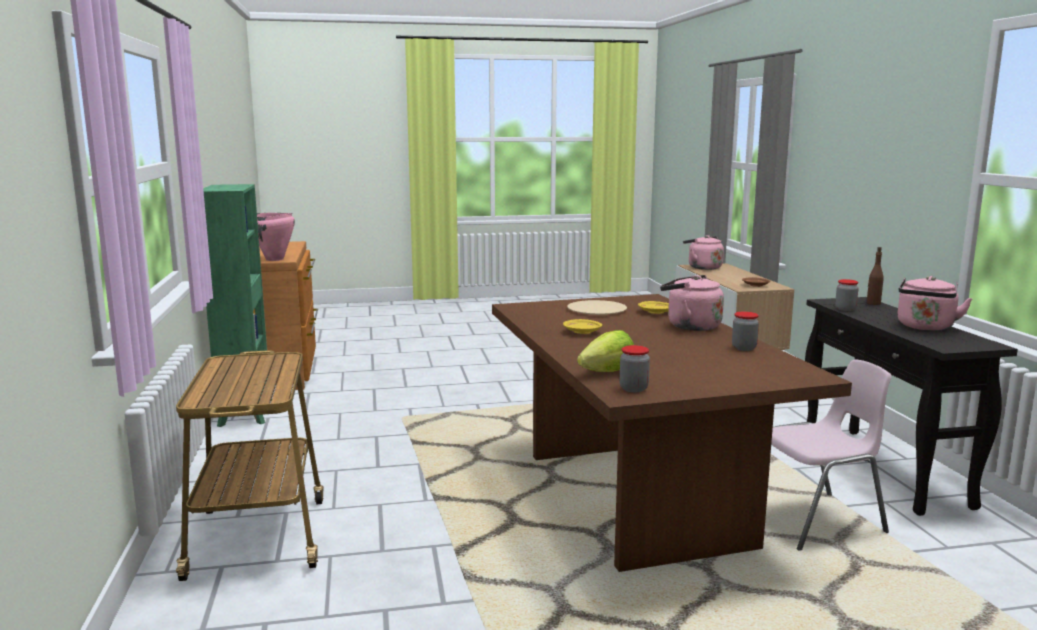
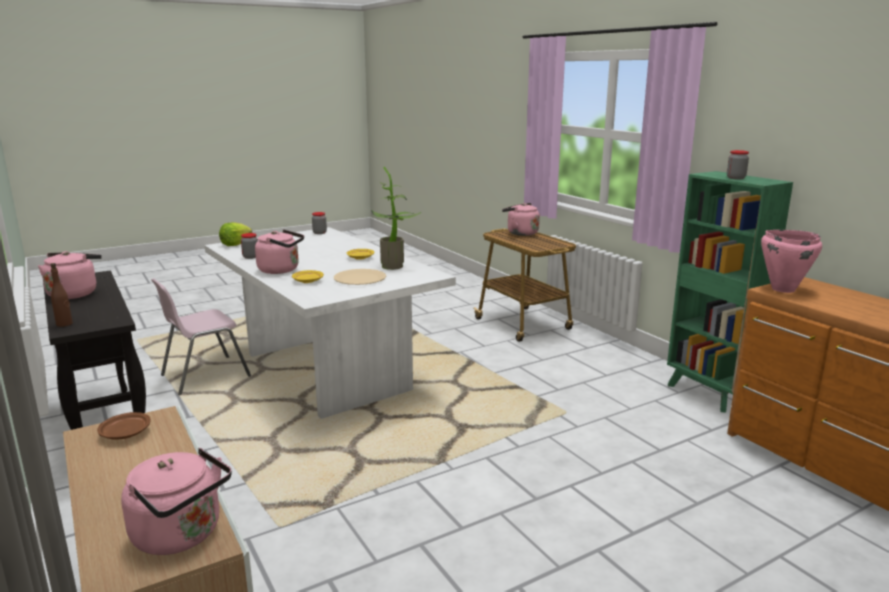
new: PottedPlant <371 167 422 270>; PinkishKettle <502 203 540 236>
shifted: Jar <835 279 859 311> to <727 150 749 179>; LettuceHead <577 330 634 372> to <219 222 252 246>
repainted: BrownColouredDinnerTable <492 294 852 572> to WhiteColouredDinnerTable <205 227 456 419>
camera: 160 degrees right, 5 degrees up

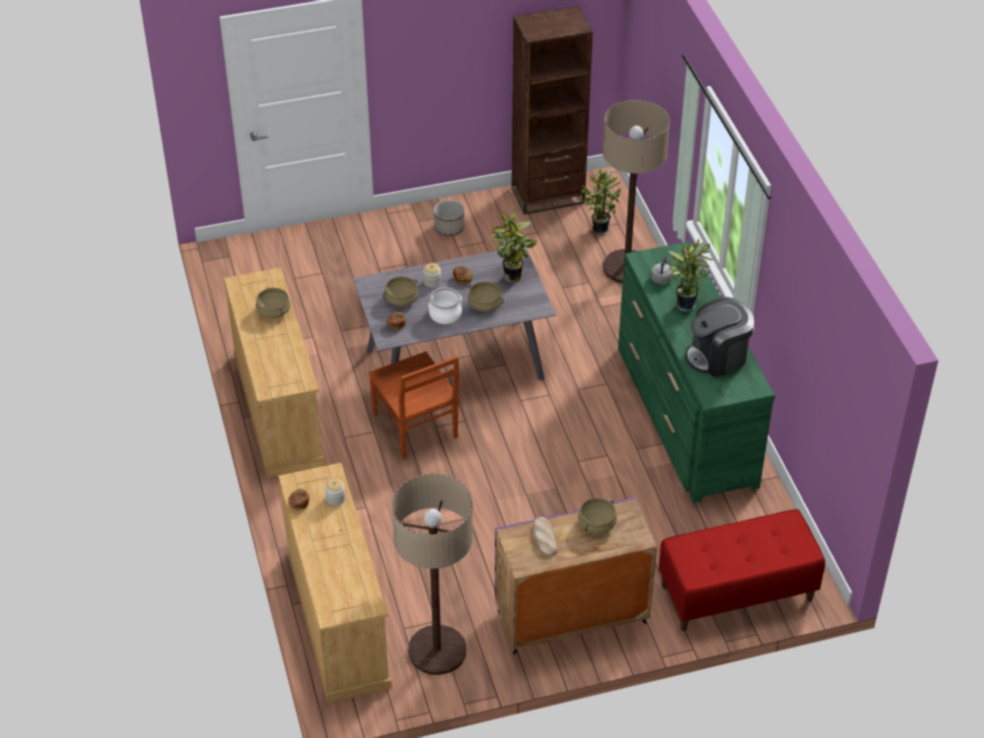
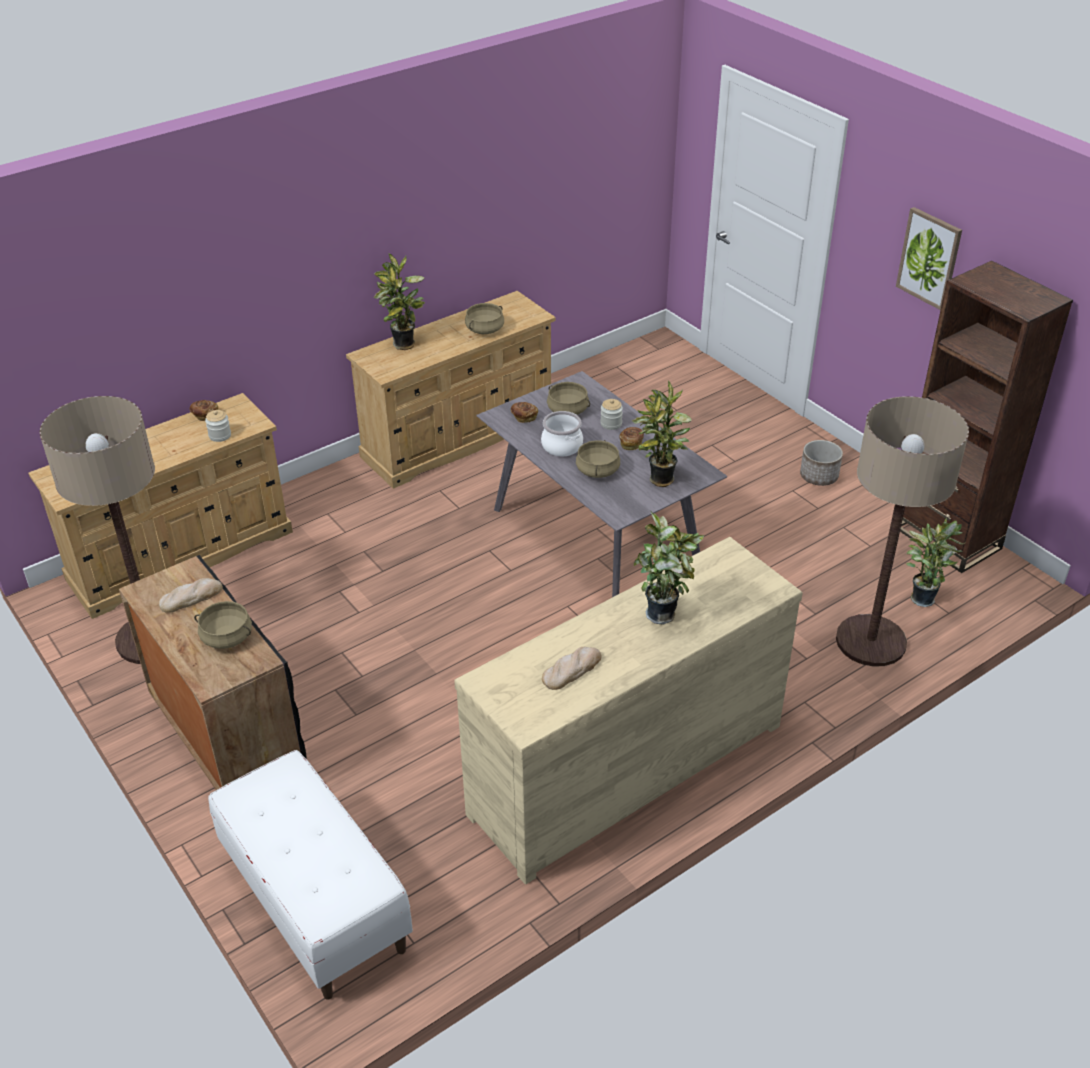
gone: GreyKettle <651 256 673 284>; BrownColouredChair <368 351 459 459>
new: Picture <896 207 962 310>; PottedPlant <373 253 425 350>
swapped: CoffeeMachine <685 297 754 377> to Bread <542 647 601 690>
repainted: GreenDrawerChest <618 241 775 503> to BeigeDrawerChest <454 537 802 884>; PurpleStorageCabinet <495 497 657 655> to BlackishStorageCabinet <119 555 306 790>; ReddishBench <659 509 825 631> to WhiteColouredBench <208 750 413 1000>
camera: 70 degrees right, 5 degrees down

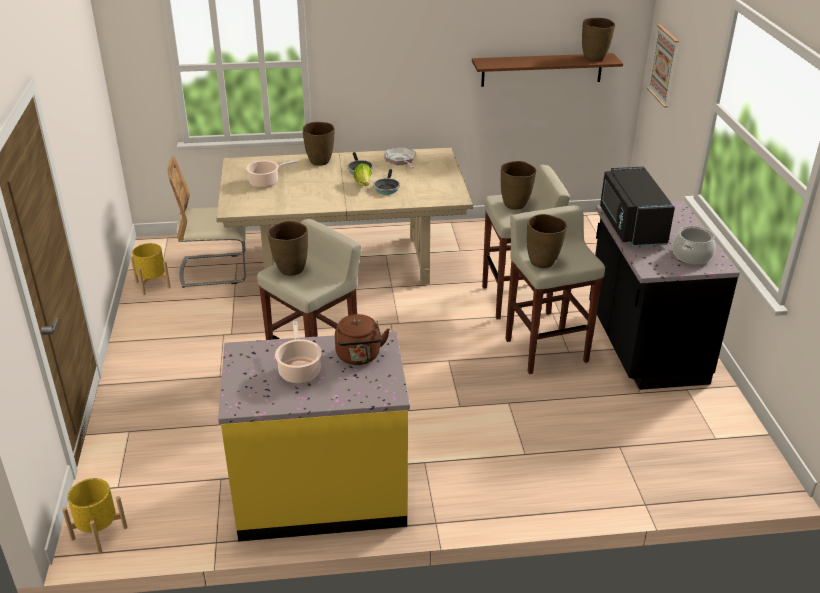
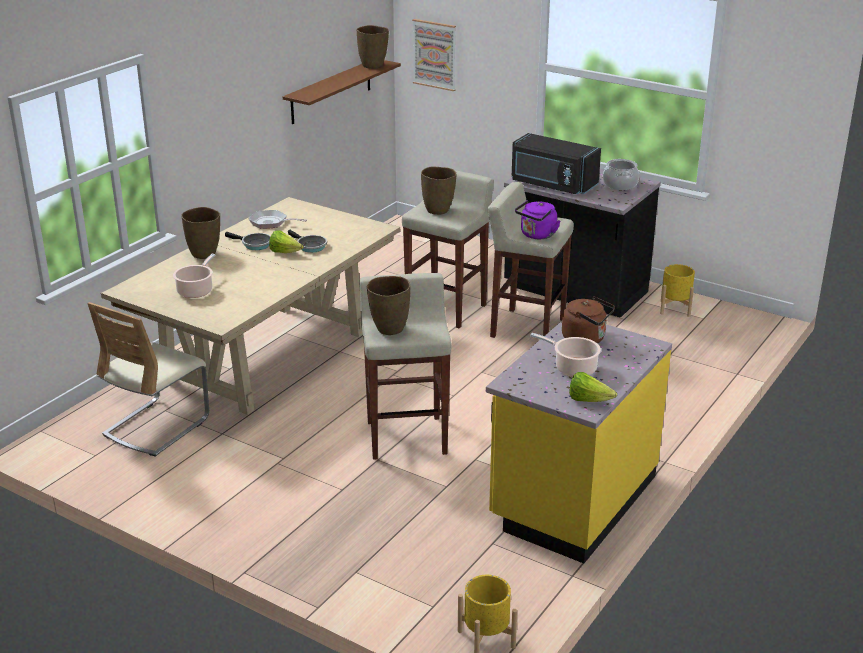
new: LettuceHead <569 372 617 402>
shifted: YellowColouredFlowerPot <131 243 171 295> to <660 264 695 317>
swapped: BrownColouredVase <527 214 567 268> to PurpleKettle <515 200 560 239>
camera: 50 degrees left, 5 degrees down

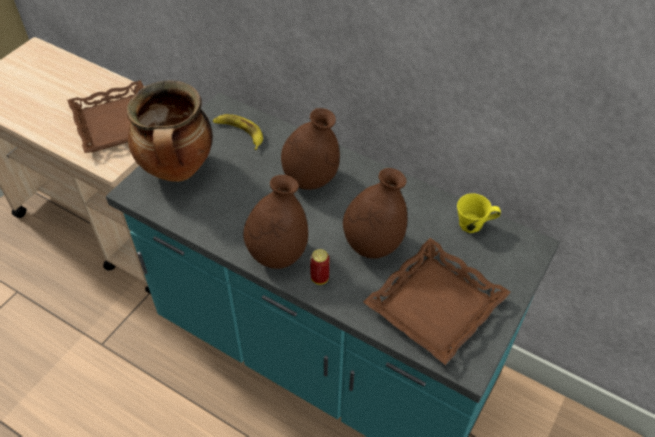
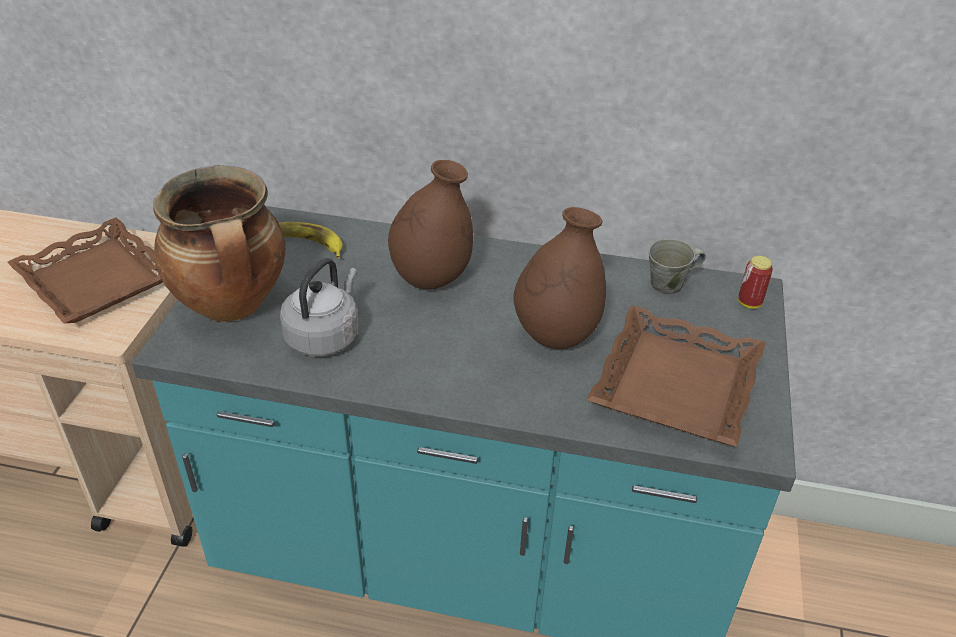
gone: BrownColouredVase <243 175 308 269>
new: GreyKettle <280 258 358 356>
shifted: MetalCan <310 249 329 285> to <738 256 773 309>
repainted: YellowColouredTeaMug <457 193 501 233> to GreyTeaMug <649 239 706 294>
camera: 20 degrees left, 10 degrees down

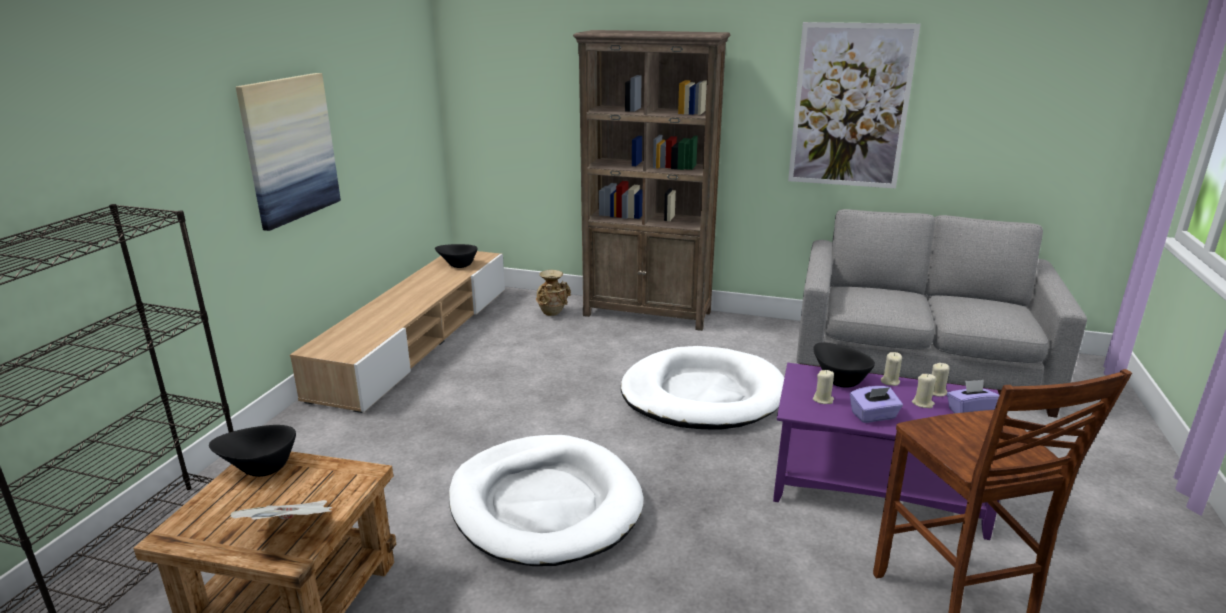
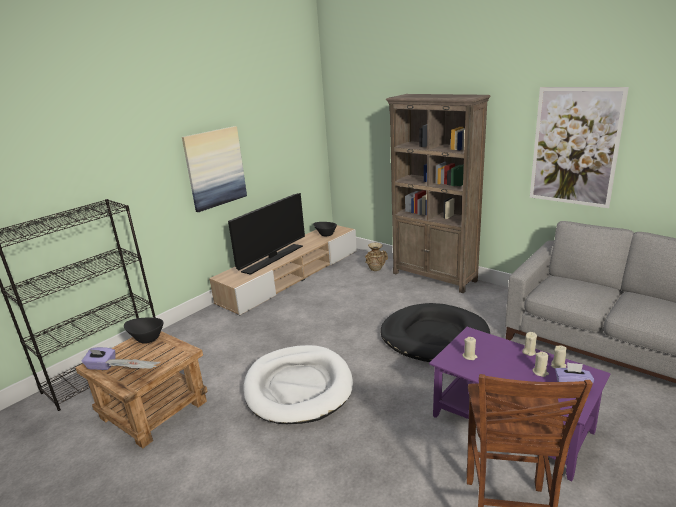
gone: BlackishBowl <813 343 875 388>
new: Tv <228 193 305 275>
shifted: PurpleTissueHolder <850 386 903 423> to <82 347 115 370>
repainted: WhiteColouredDogCushion <621 346 784 429> to BlackishDogCushion <380 303 490 362>
camera: 25 degrees right, 0 degrees up

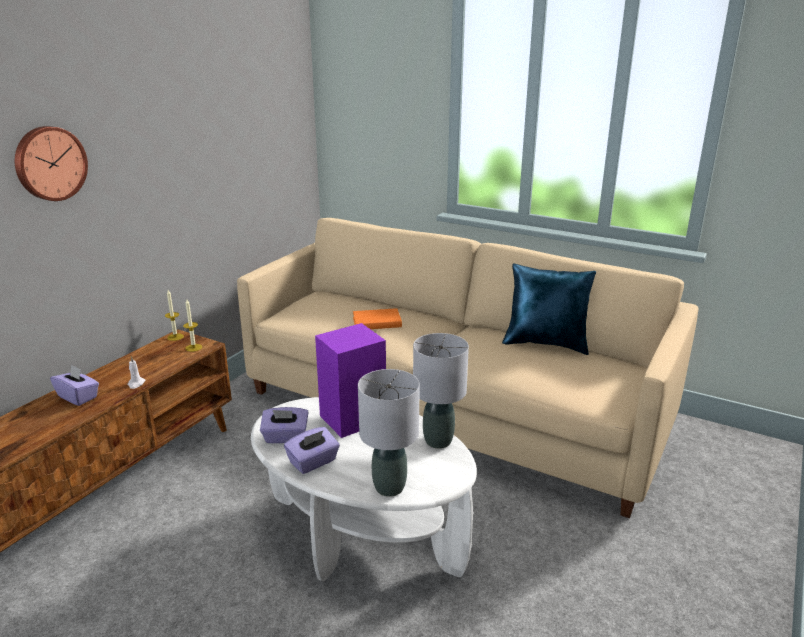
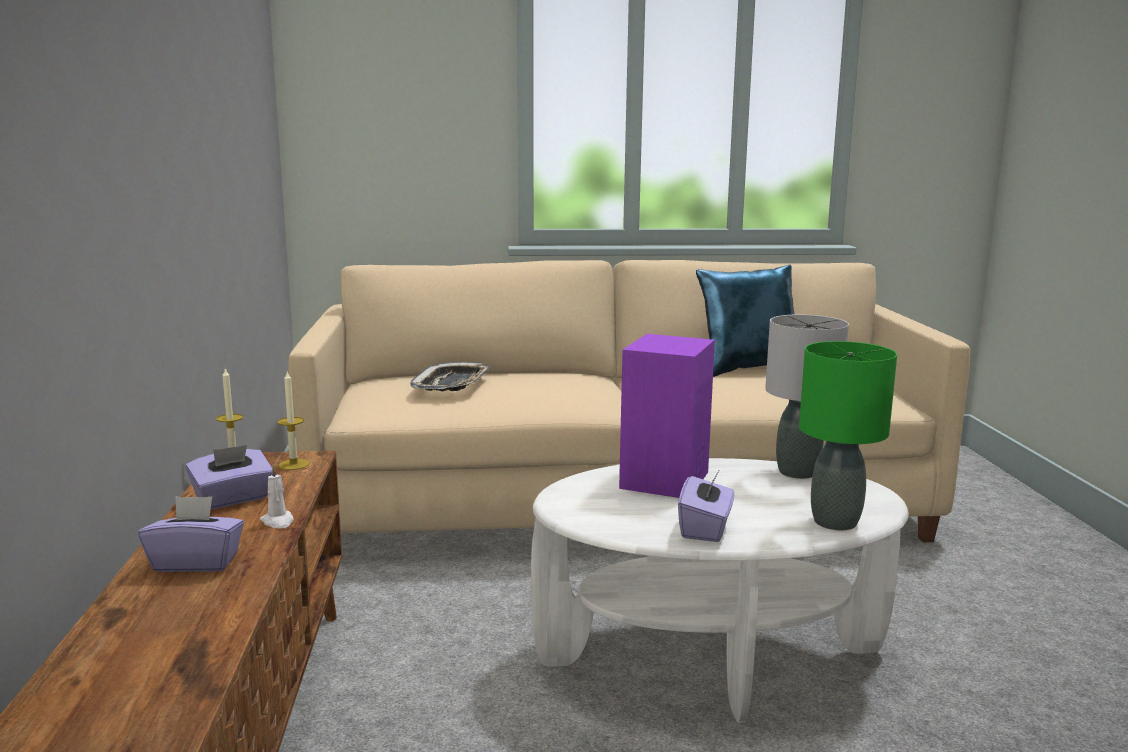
gone: HangingClock <15 126 88 201>; OrangeyVolume <353 308 402 329>
new: Tray <410 362 491 391>
shifted: PurpleTissueHolder <260 407 309 443> to <186 445 272 510>
repainted: GreyTableLamp <358 369 420 497> to GreenTableLamp <799 341 897 530>
camera: 35 degrees left, 10 degrees down

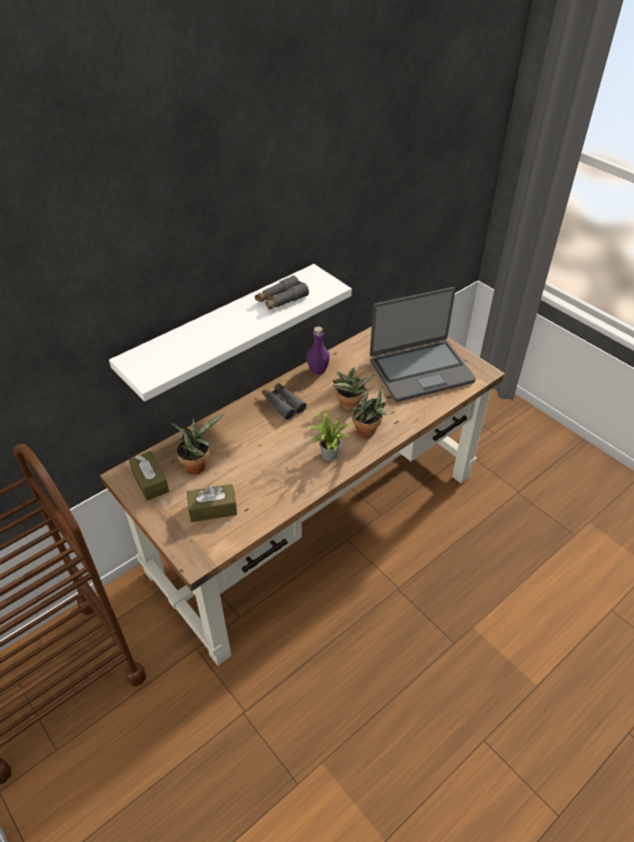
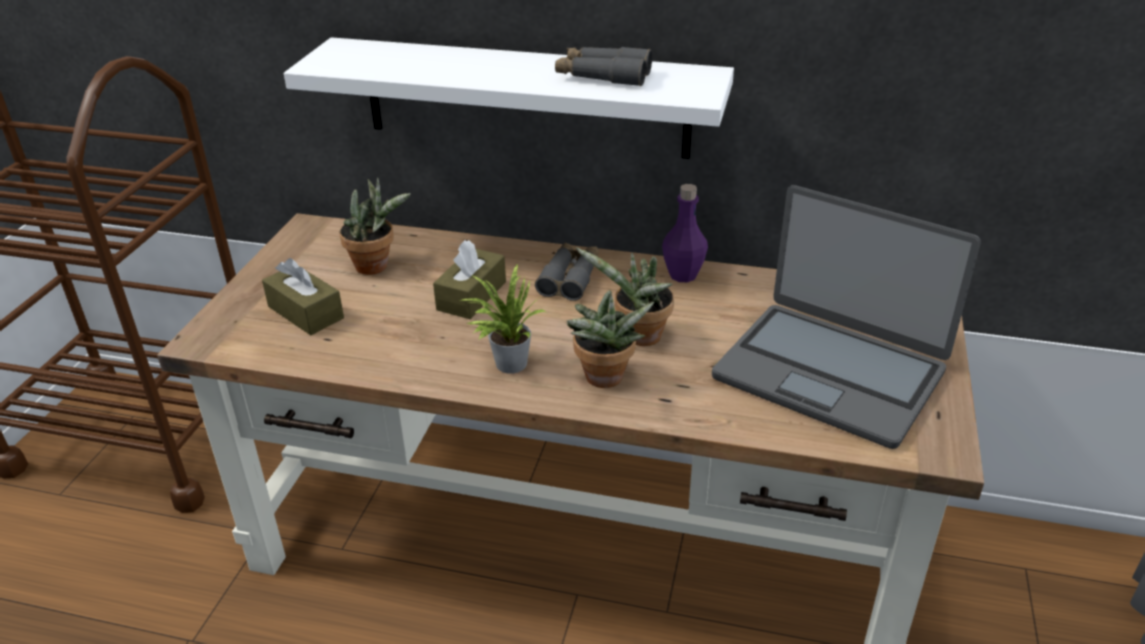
shifted: BrownColouredTissueHolder <128 451 169 501> to <433 240 506 319>
camera: 55 degrees right, 10 degrees down

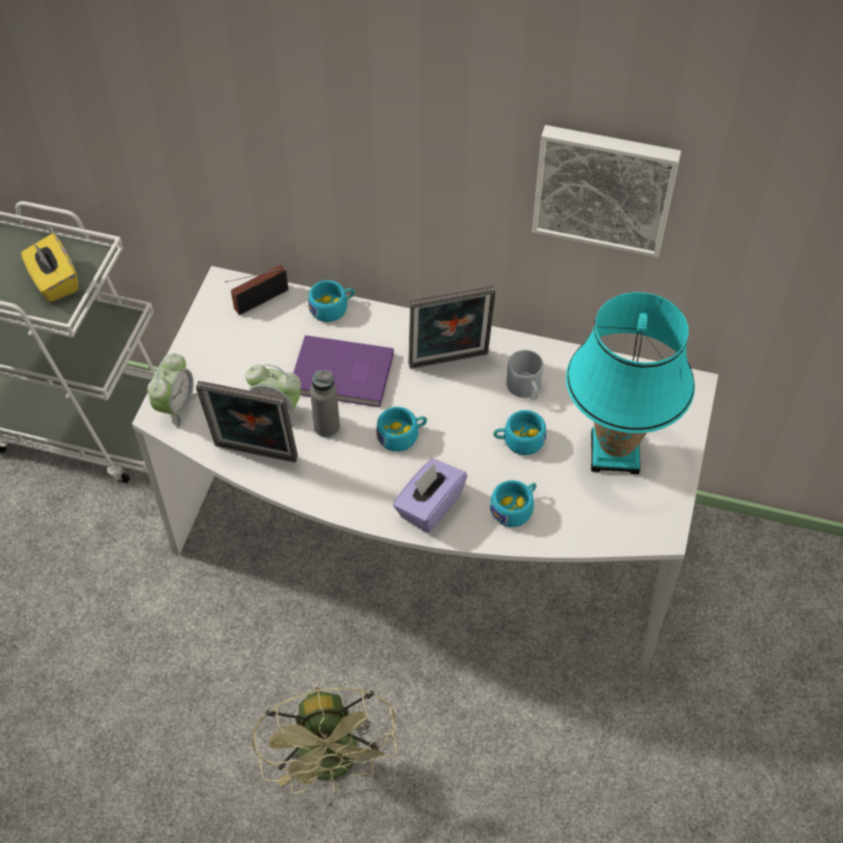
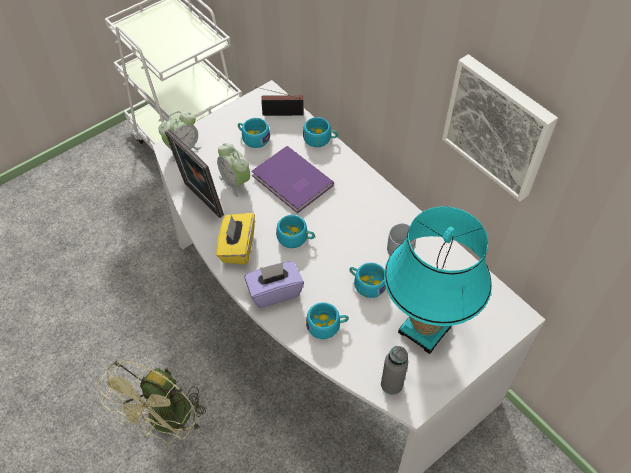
gone: StandingFrame <408 286 496 369>
new: TurquoiseDrinkingCup <238 118 270 148>
shifted: YellowColouredTissueHolder <21 233 78 302> to <216 213 255 265>; GreyBottle <310 370 340 438> to <381 346 408 395>
camera: 35 degrees right, 0 degrees up

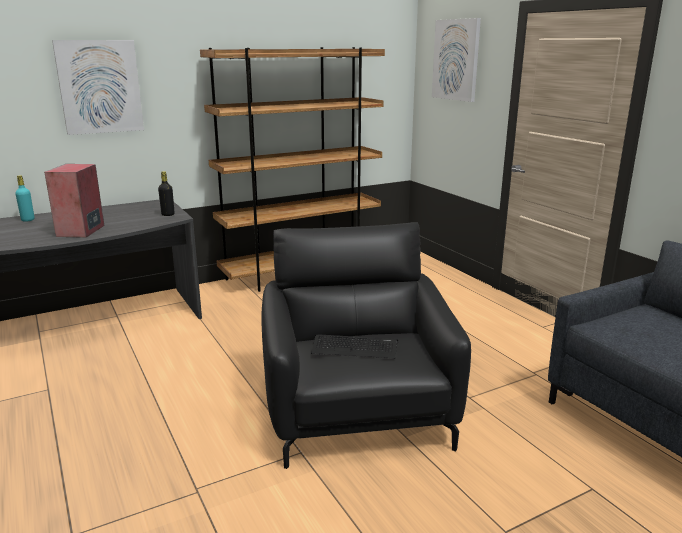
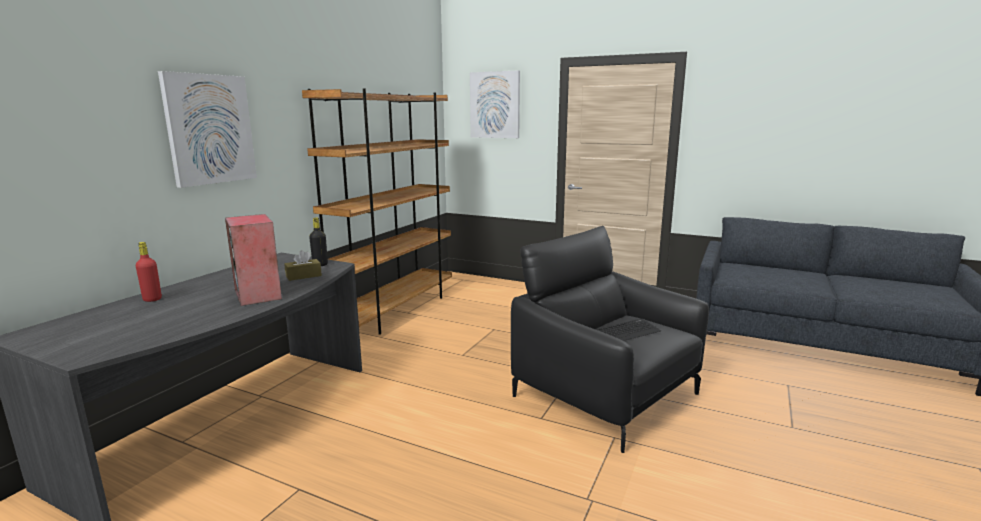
new: BrownColouredTissueHolder <285 250 322 281>
repainted: TurquoiseBottle <15 175 35 222> to ReddishBottle <136 242 162 302>
camera: 35 degrees left, 5 degrees down

